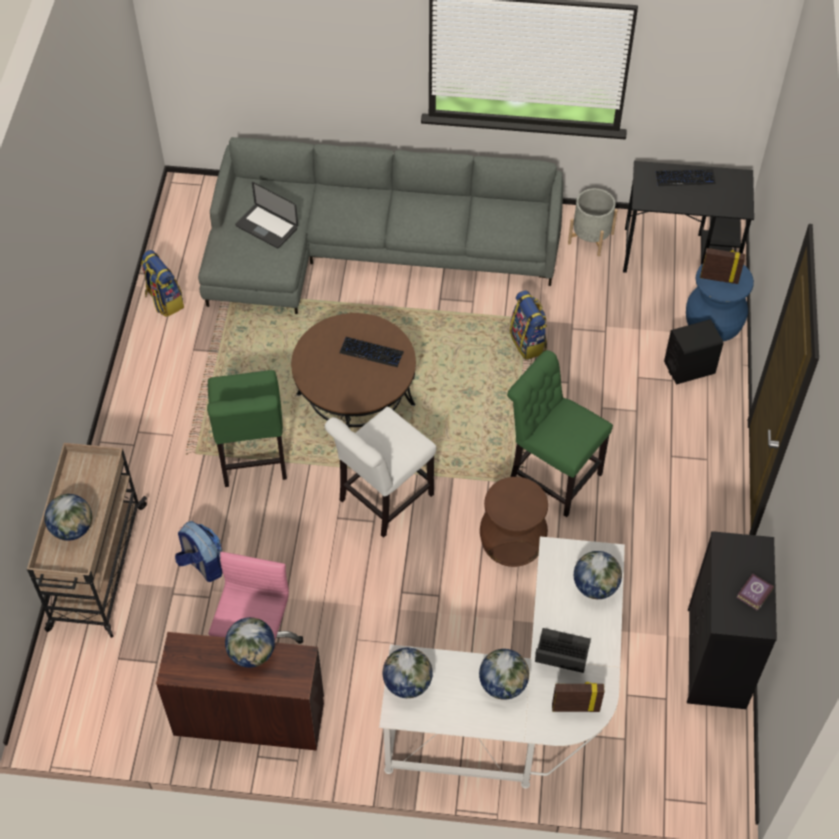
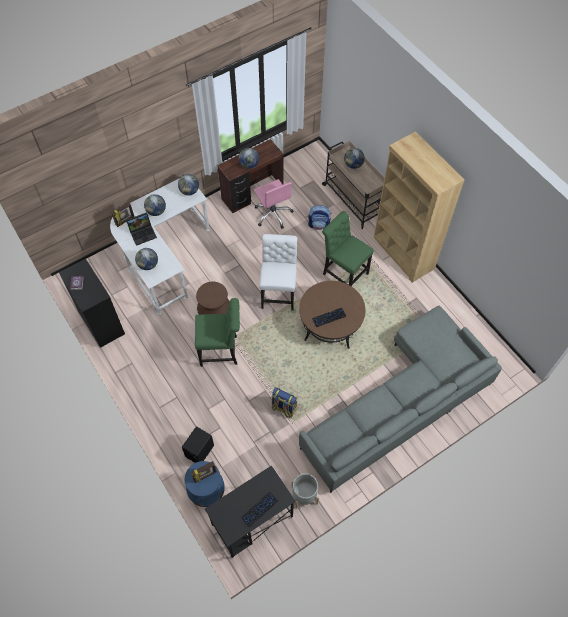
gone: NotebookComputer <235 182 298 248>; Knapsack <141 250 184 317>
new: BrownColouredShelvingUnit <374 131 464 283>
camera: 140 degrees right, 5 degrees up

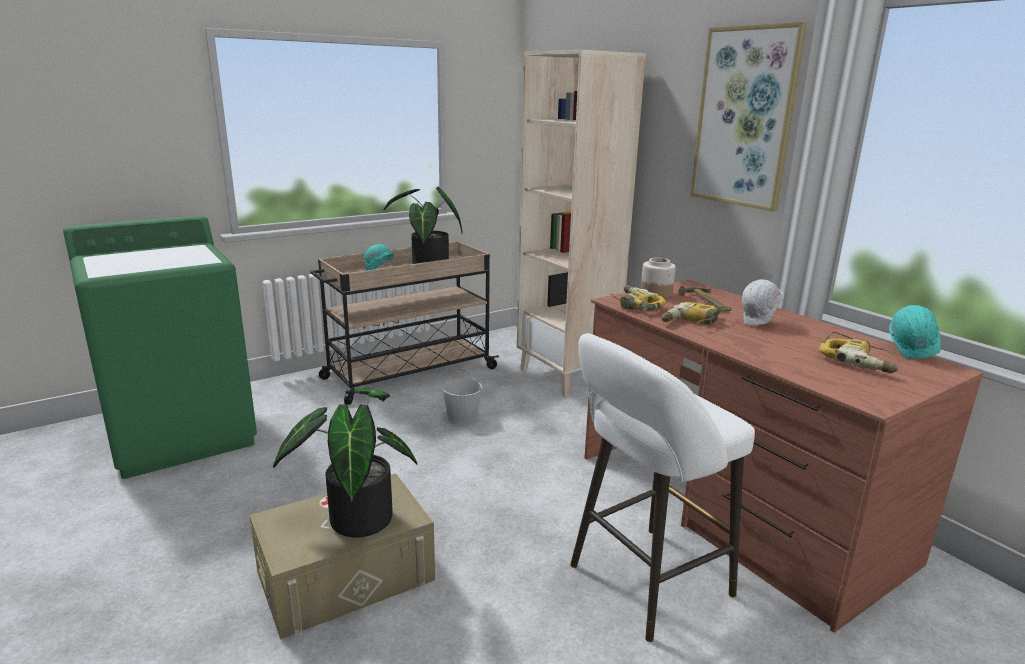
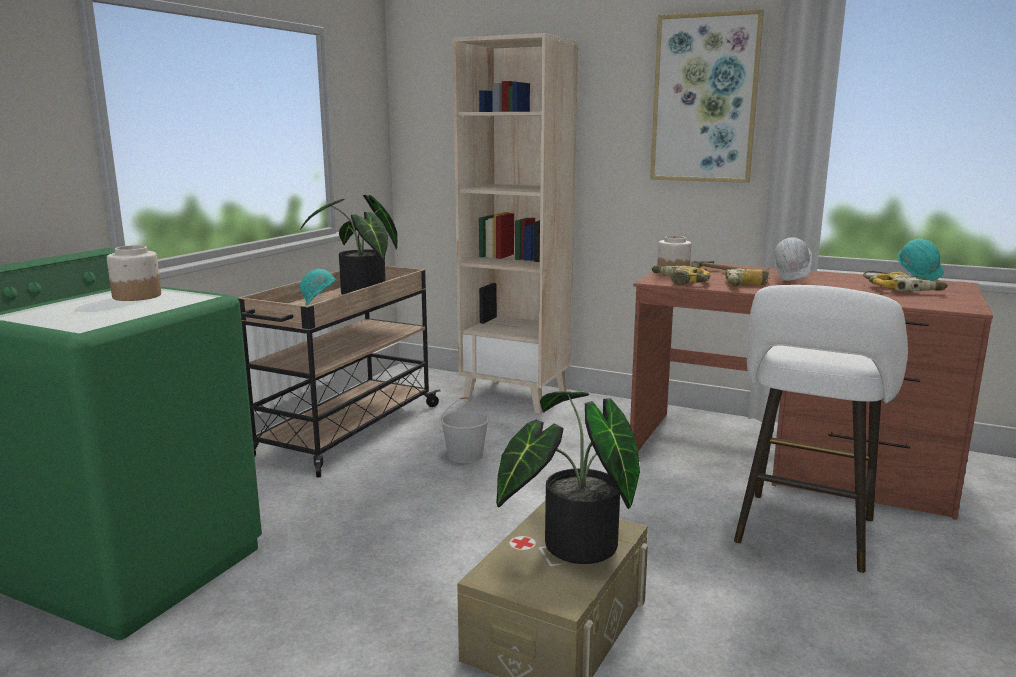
new: Jar <107 245 161 301>
camera: 30 degrees left, 5 degrees down

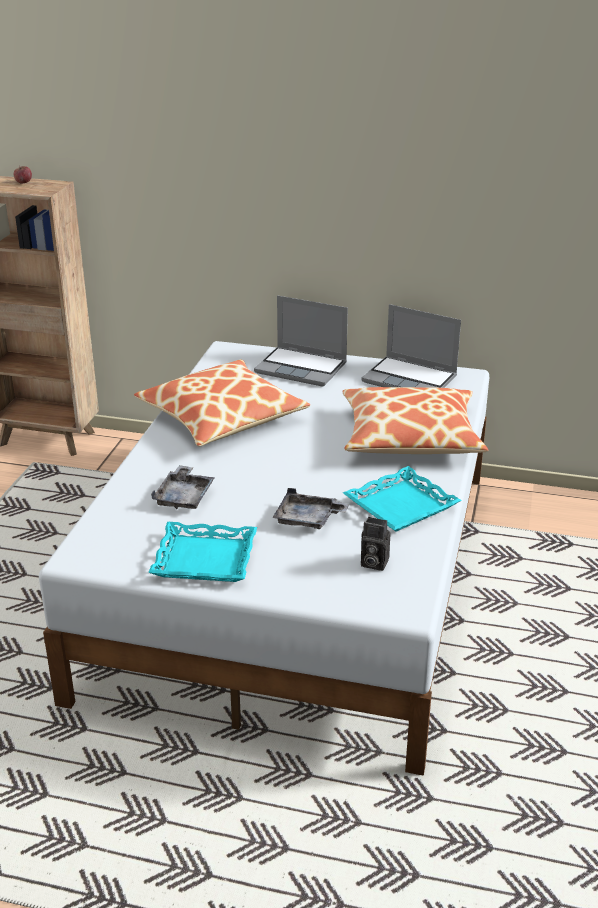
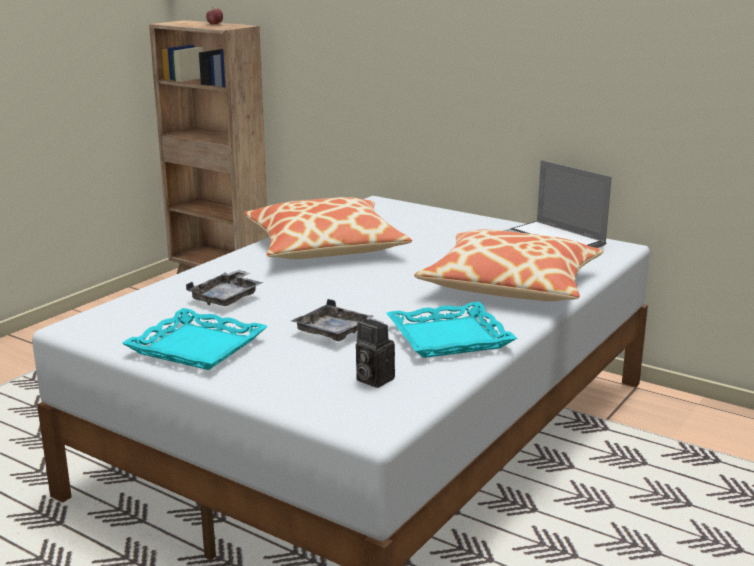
gone: NotebookComputer <254 295 348 387>
camera: 20 degrees right, 10 degrees down

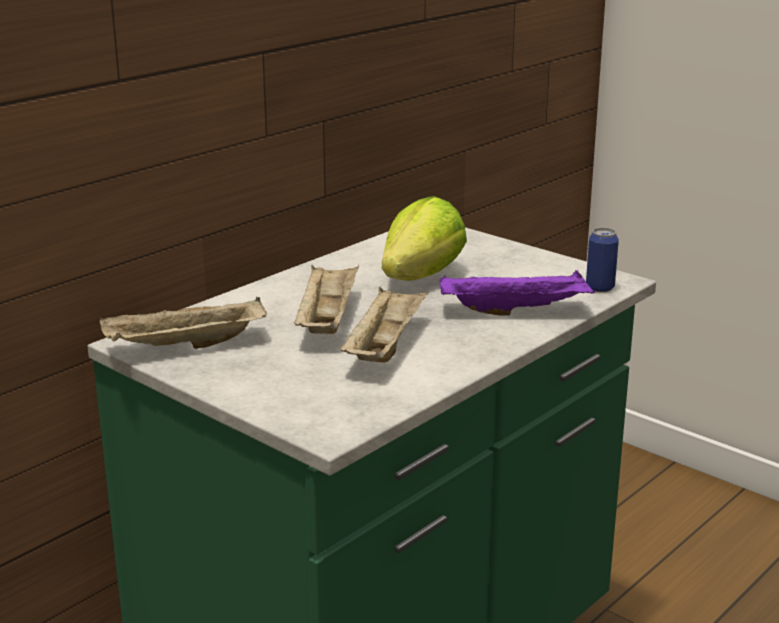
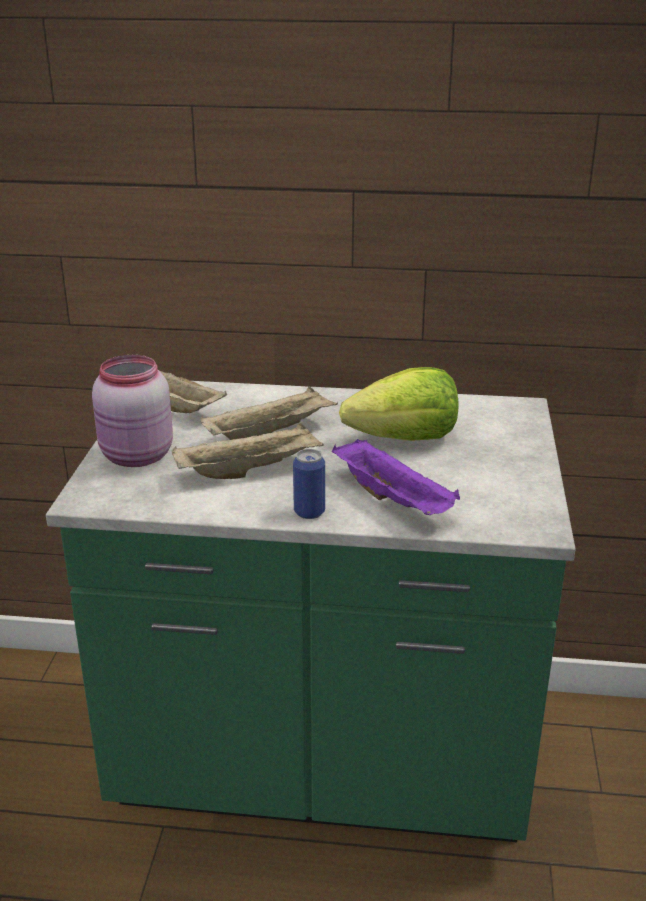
new: PinkishJar <92 355 173 467>
shifted: MetalCan <586 227 619 292> to <293 449 325 519>
camera: 55 degrees right, 5 degrees up

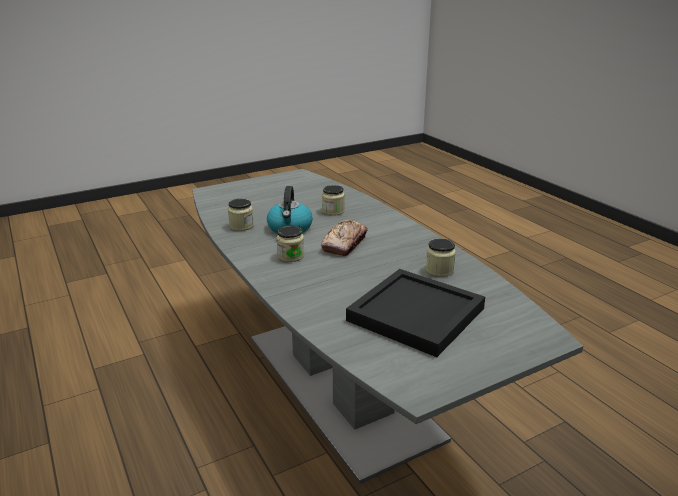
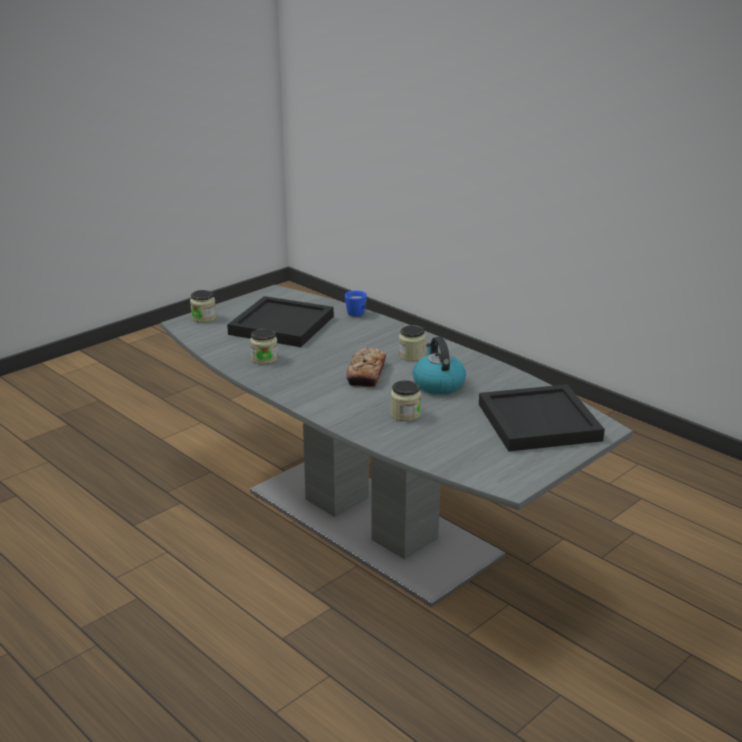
new: BlueTeaMug <345 291 367 317>; BlackishTray <479 384 605 452>
shifted: Jar <228 199 254 231> to <190 290 216 323>
camera: 165 degrees right, 0 degrees up

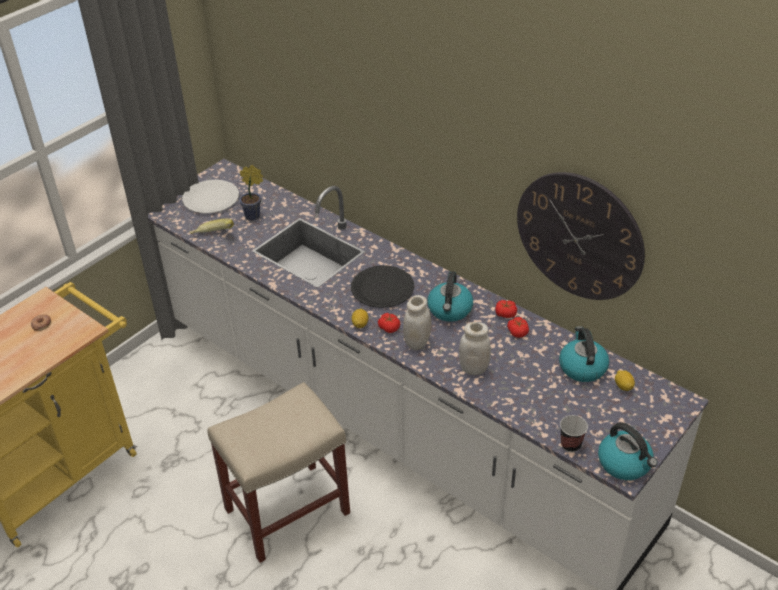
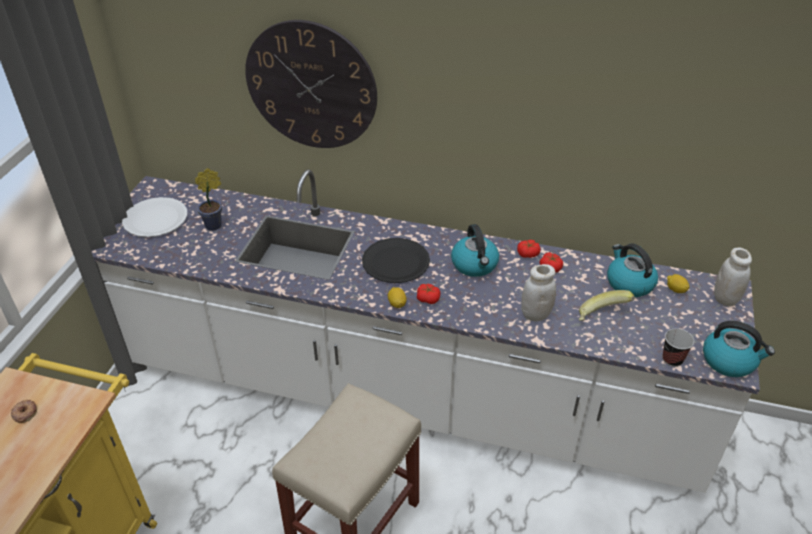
shifted: HangingClock <517 172 645 300> to <245 20 377 148>; Banana <190 218 234 234> to <579 290 635 321>; WhiteColouredJar <403 295 431 350> to <714 247 752 307>
camera: 25 degrees left, 0 degrees up

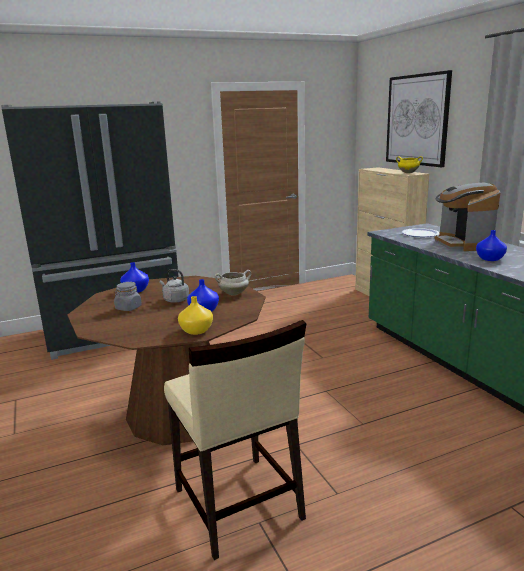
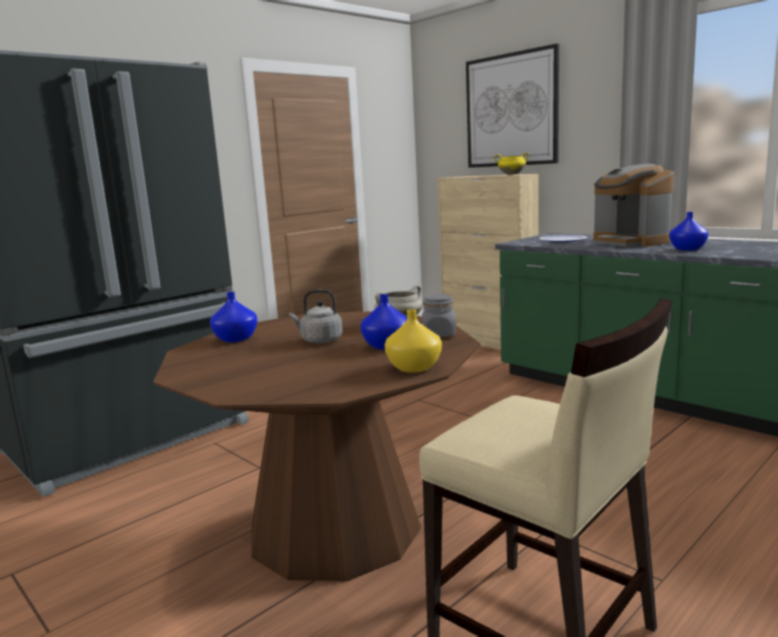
shifted: GreyJar <114 282 142 311> to <422 294 456 338>
camera: 20 degrees left, 5 degrees down

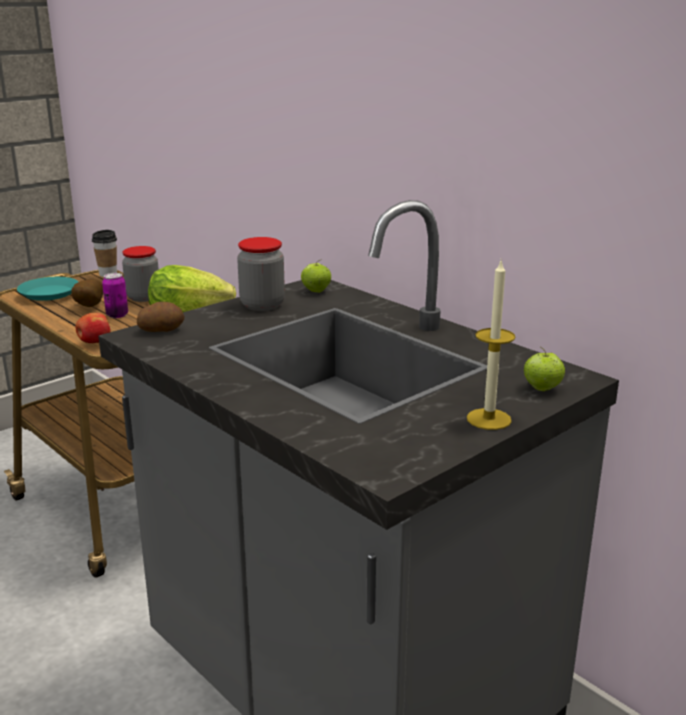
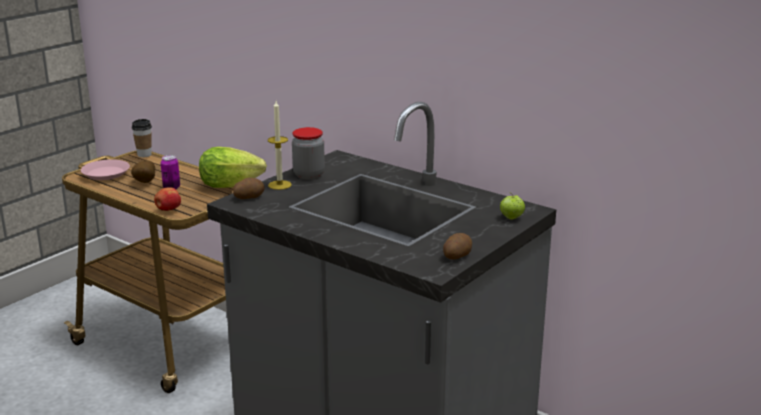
gone: Jar <122 246 159 302>; AppleFruit <301 259 331 293>
new: Potato <443 233 472 260>
shifted: WaxCandle <467 261 515 430> to <268 101 292 190>
repainted: TurquoiseDinnerPlate <17 277 78 301> to PinkishDinnerPlate <81 159 130 180>
camera: 10 degrees left, 0 degrees up

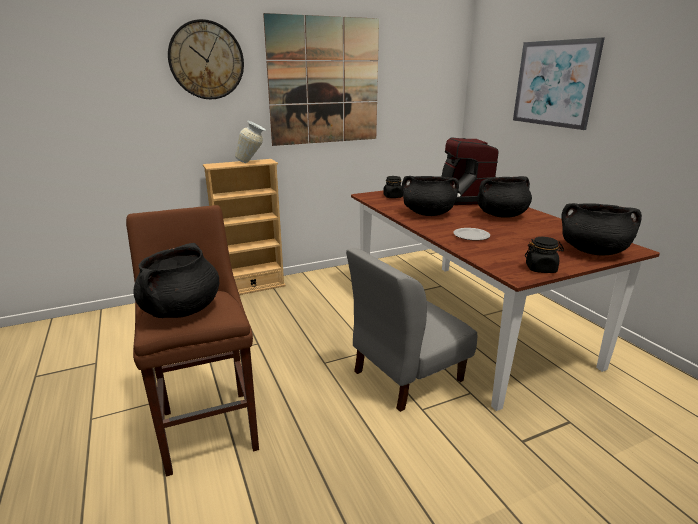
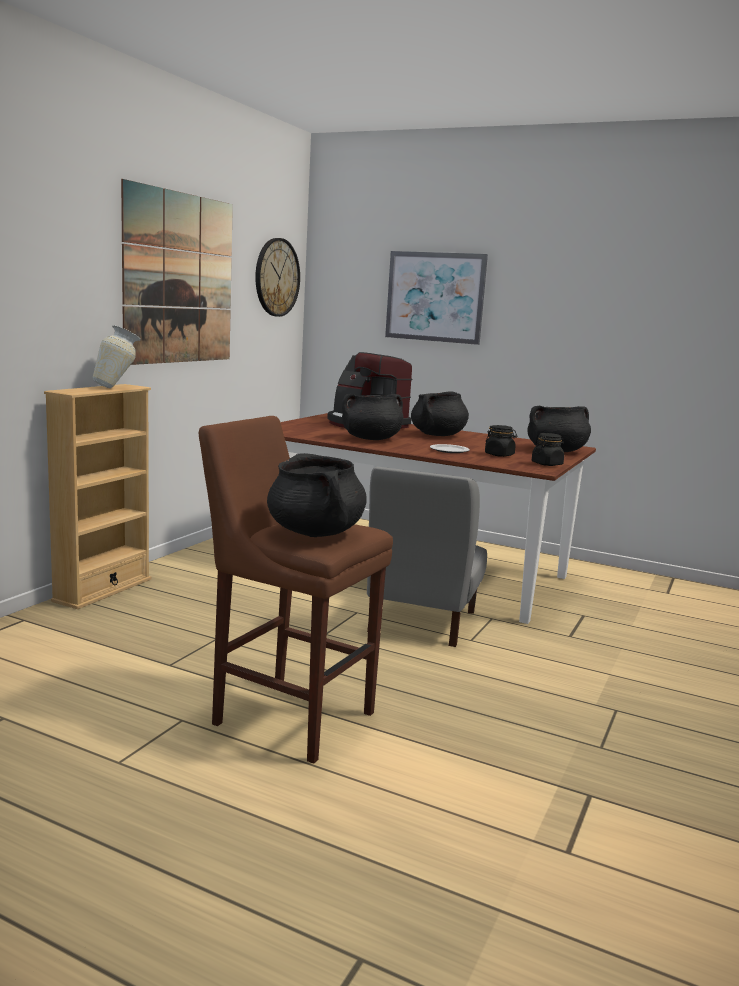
shifted: HangingClock <168 19 244 99> to <255 238 300 317>; BlackishJar <383 176 403 198> to <485 425 517 457>
camera: 40 degrees left, 10 degrees down

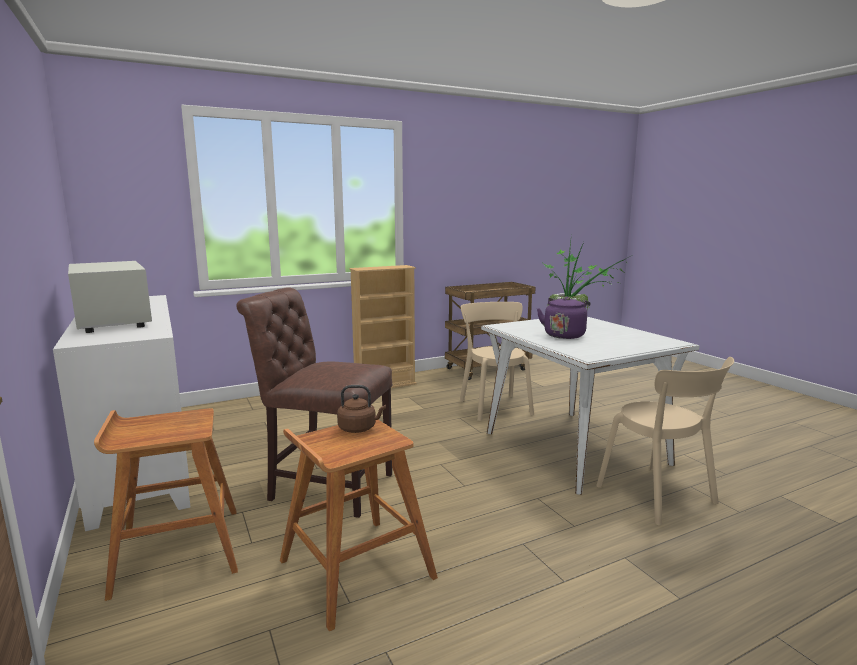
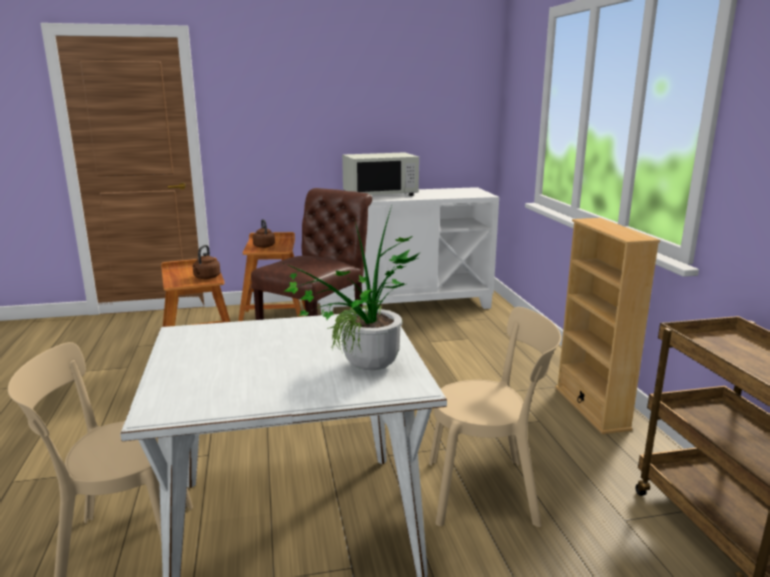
gone: PurpleKettle <537 297 591 339>
new: BrownColouredKettle <252 219 275 248>
camera: 105 degrees right, 5 degrees up

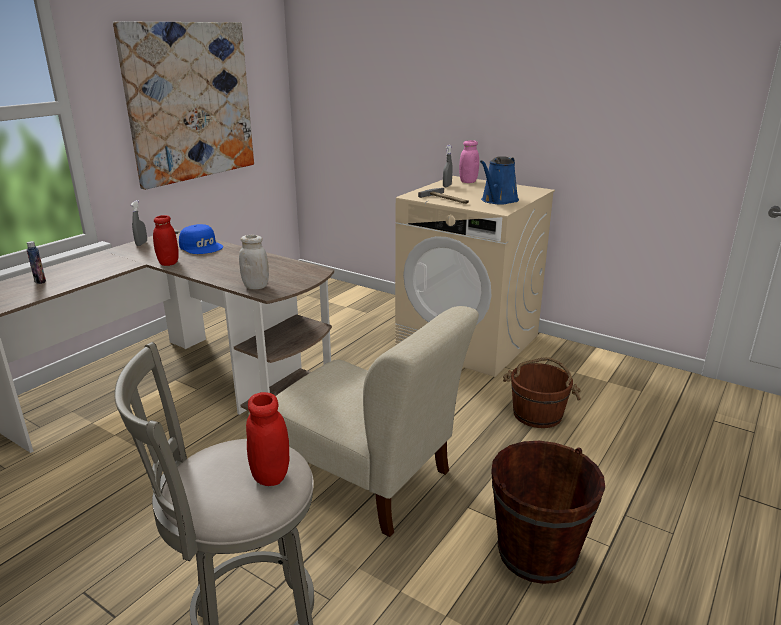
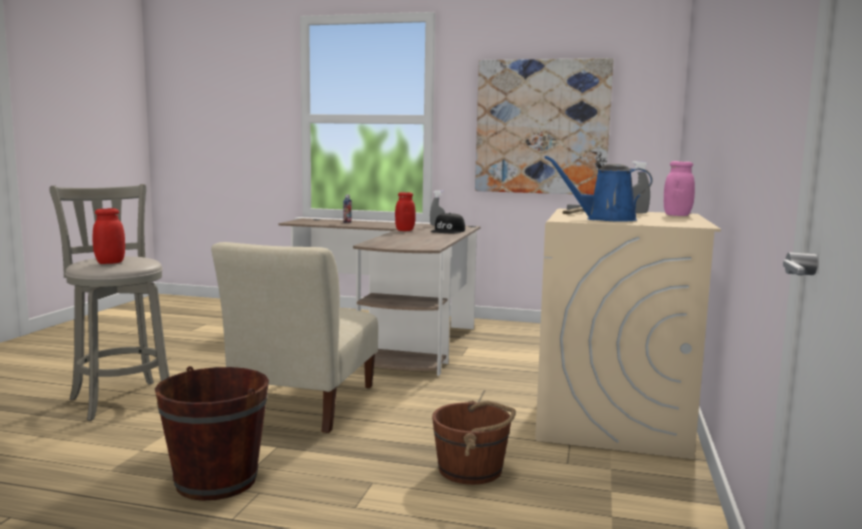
gone: WhiteColouredJar <239 235 269 290>
repainted: BlueCap <179 224 223 254> to BlackishCap <430 213 465 234>
camera: 70 degrees right, 15 degrees down

